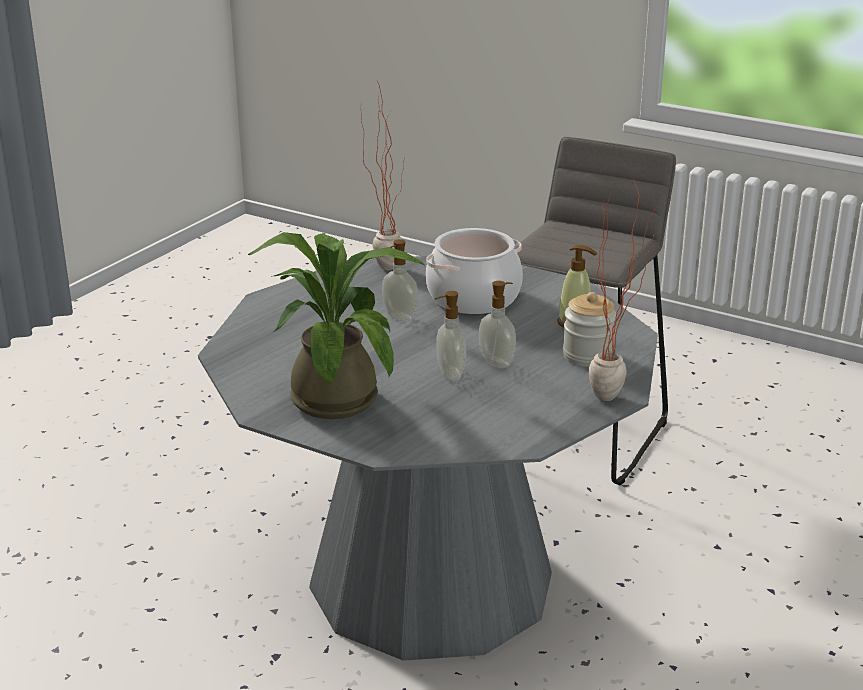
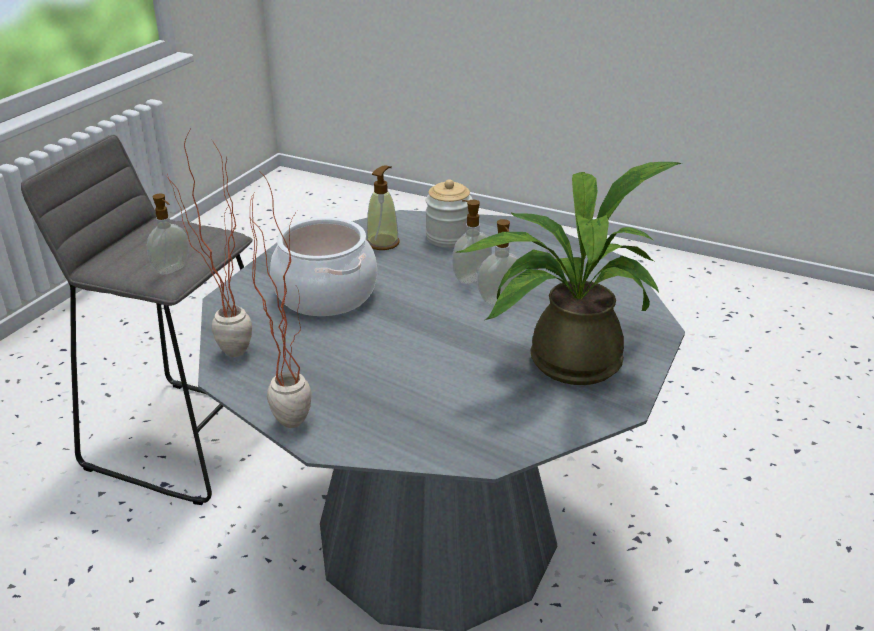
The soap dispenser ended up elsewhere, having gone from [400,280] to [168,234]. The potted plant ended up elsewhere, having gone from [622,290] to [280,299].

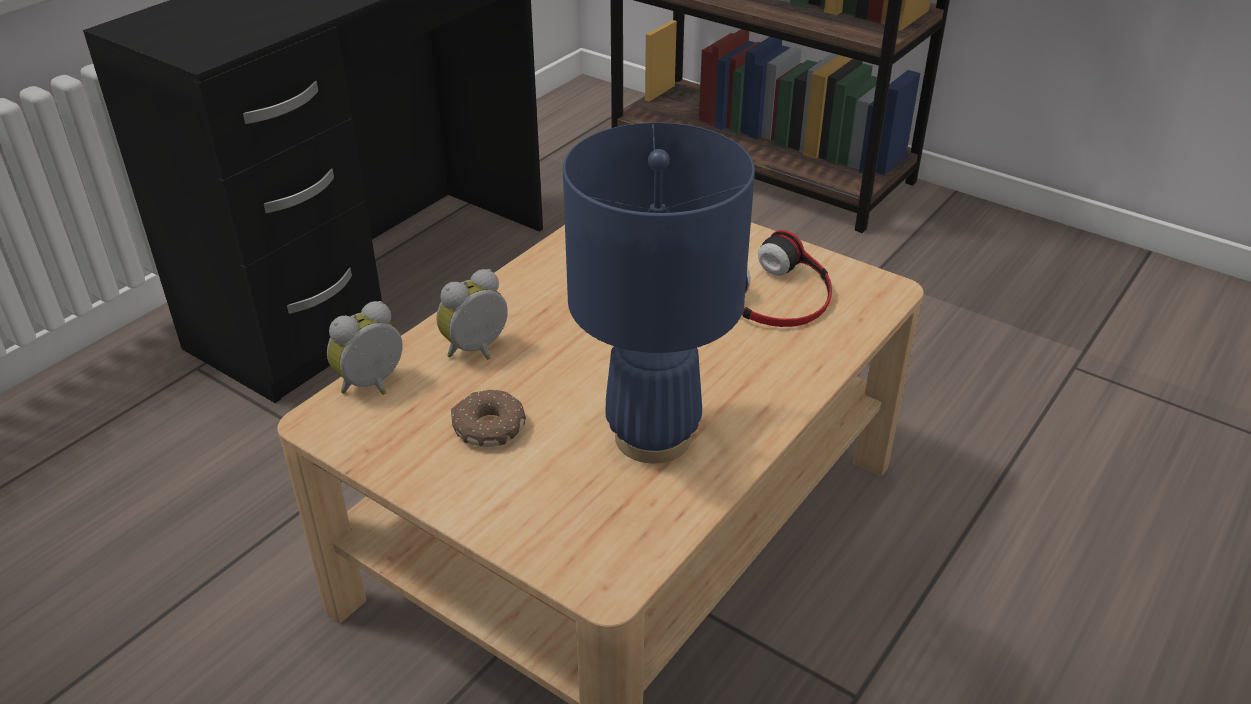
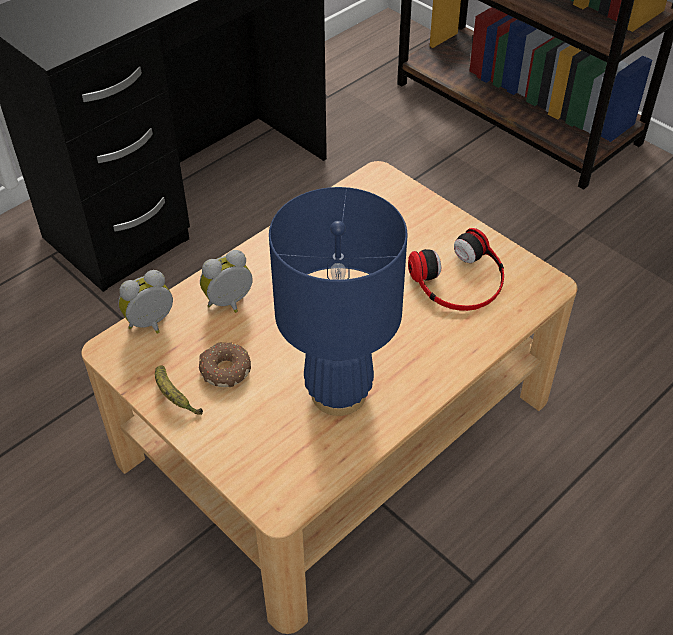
The second view gained the banana at [179,390].

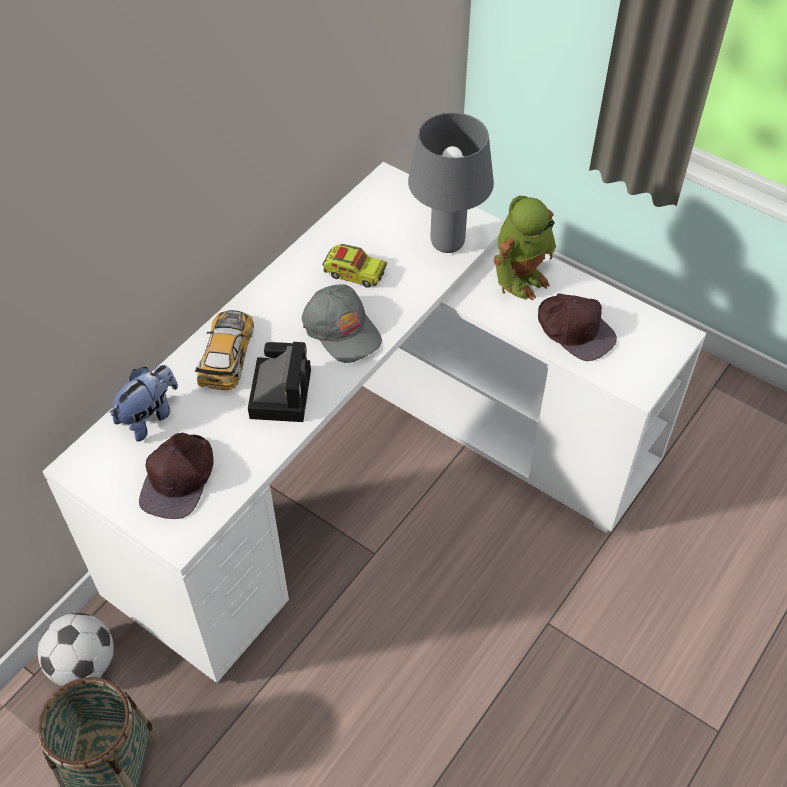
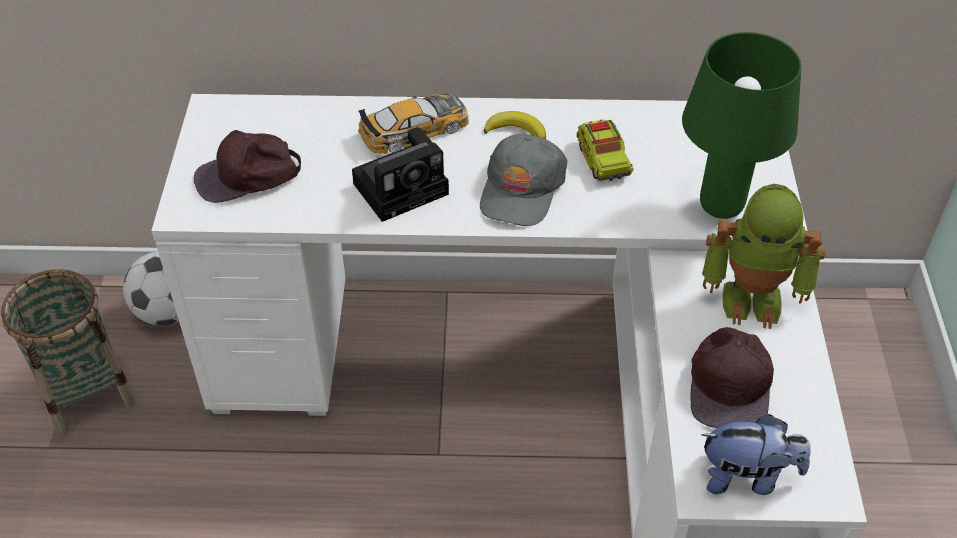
The second view gained the banana at [515,125]. The plush toy ended up elsewhere, having gone from [143,403] to [756,454]. What was the grey table lamp at [451,182] turned into the green table lamp at [741,125].

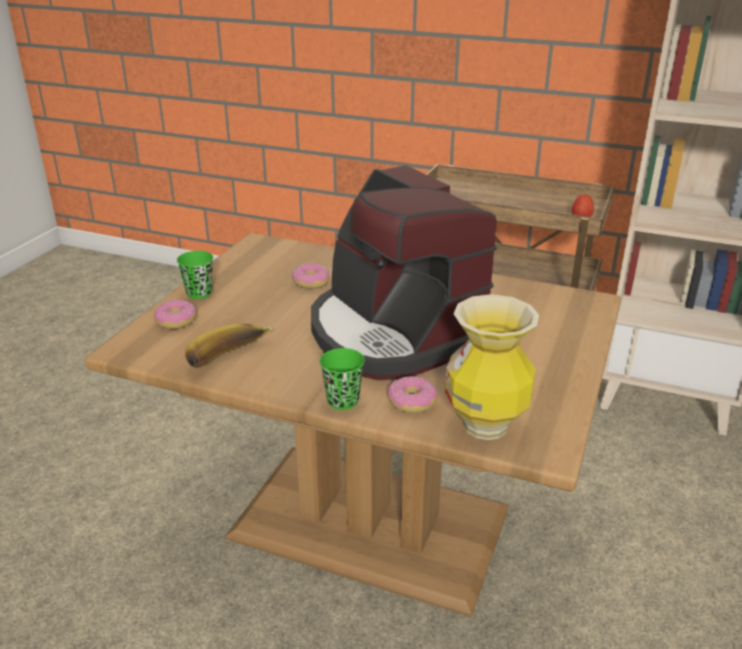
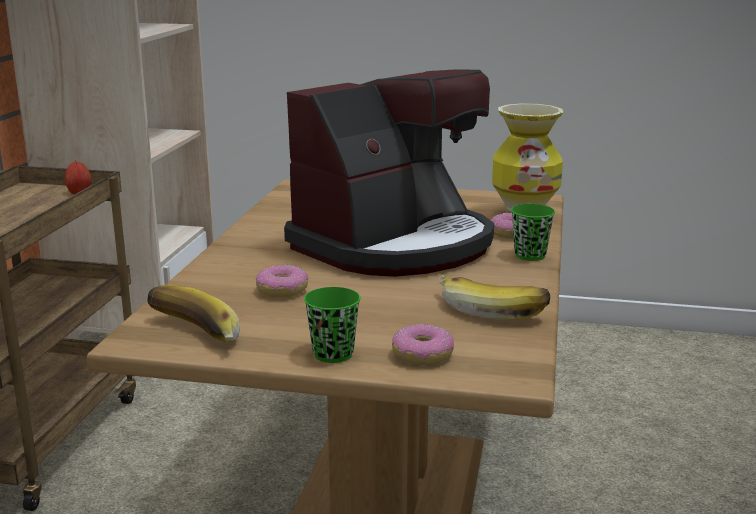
The second view gained the banana at [193,313].

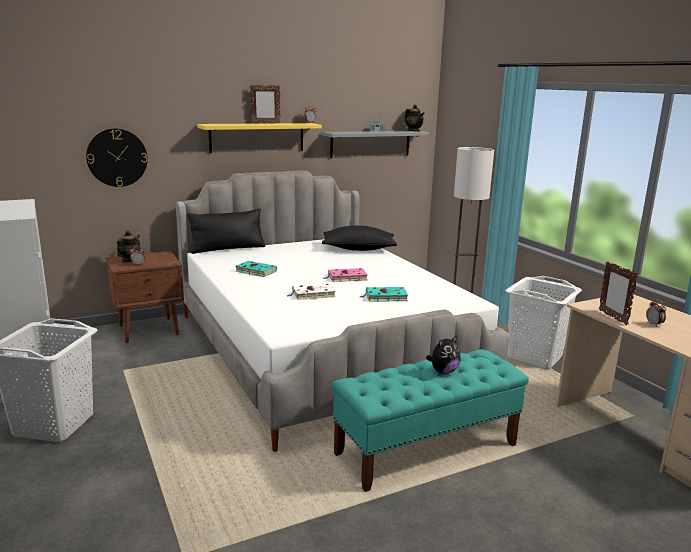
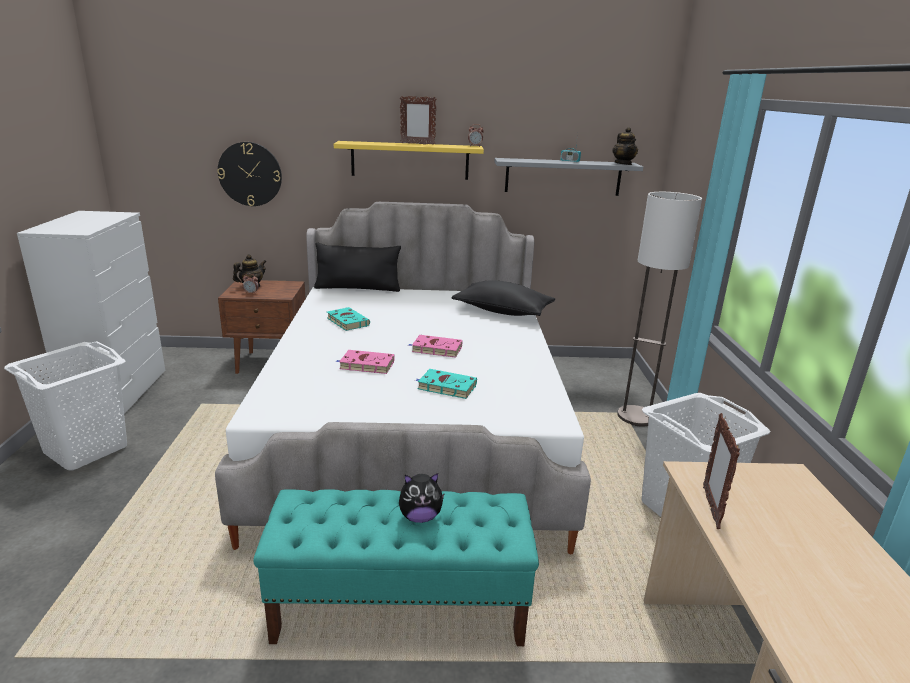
The second view lost the alarm clock at [656,313]. What was the white book at [310,291] turned into the pink book at [365,362].

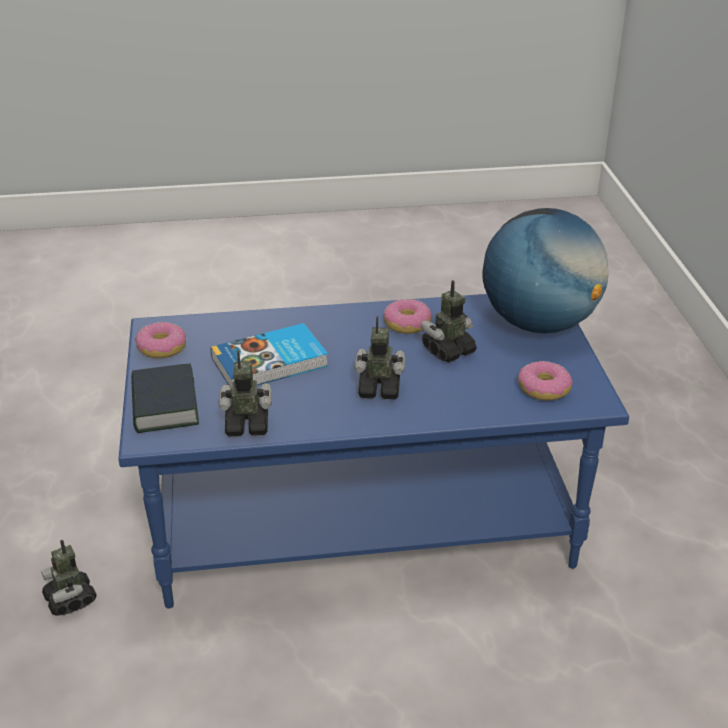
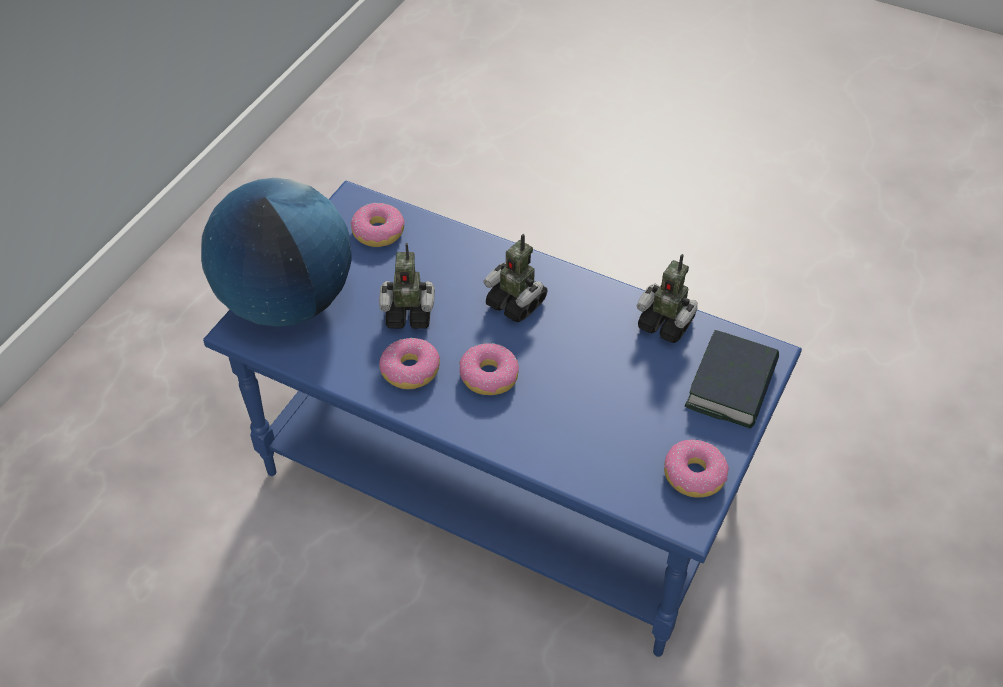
The second view lost the toy robot at [68,578]. The second view lost the book at [269,356]. The second view gained the donut at [489,369].

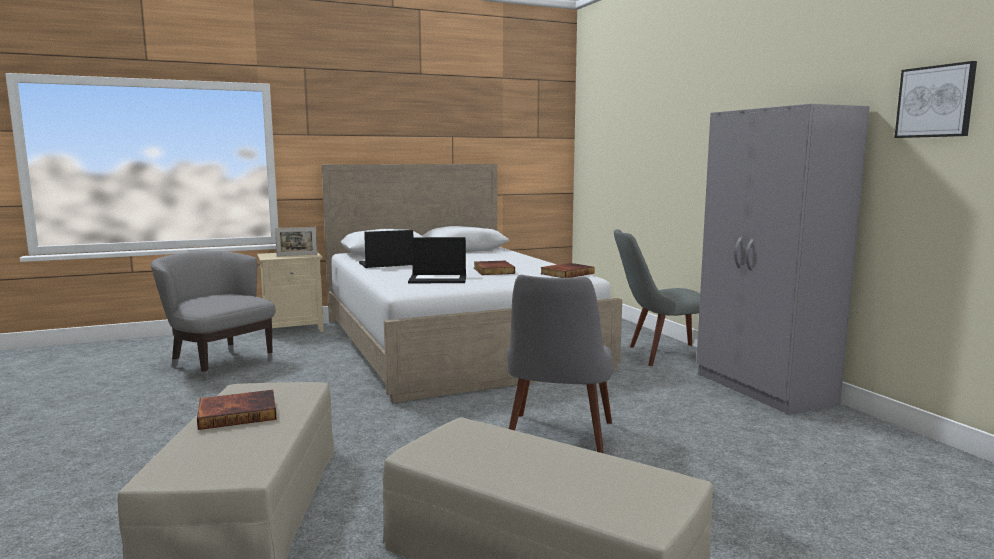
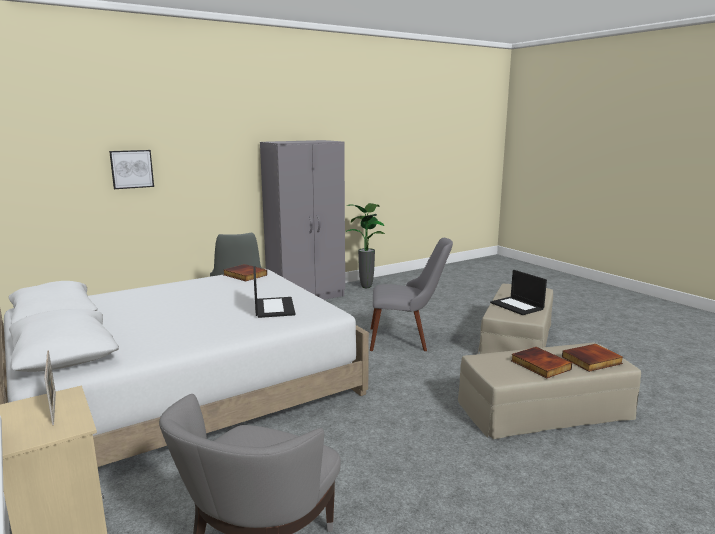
The second view gained the potted plant at [365,245]. The laptop ended up elsewhere, having gone from [386,249] to [518,292]. The book ended up elsewhere, having gone from [494,268] to [592,358]. The picture ended up elsewhere, having gone from [935,99] to [131,169].

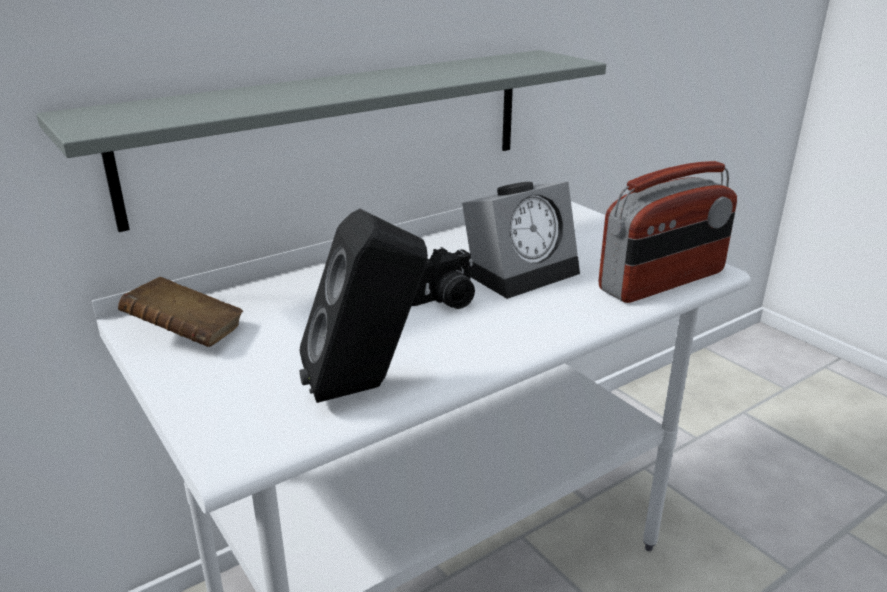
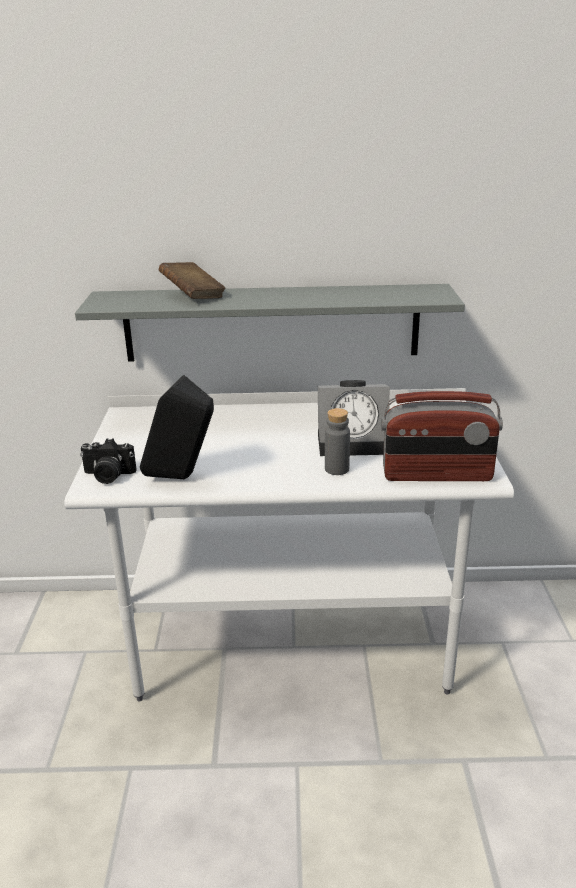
The second view gained the grey bottle at [337,441]. The brown book ended up elsewhere, having gone from [180,312] to [192,280]. The photo camera ended up elsewhere, having gone from [443,278] to [108,461].

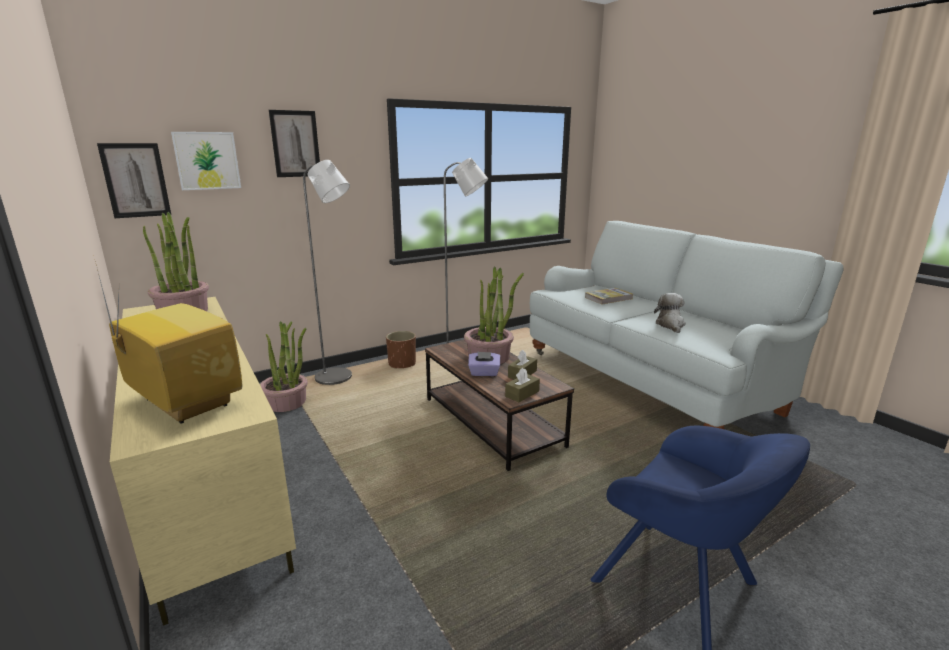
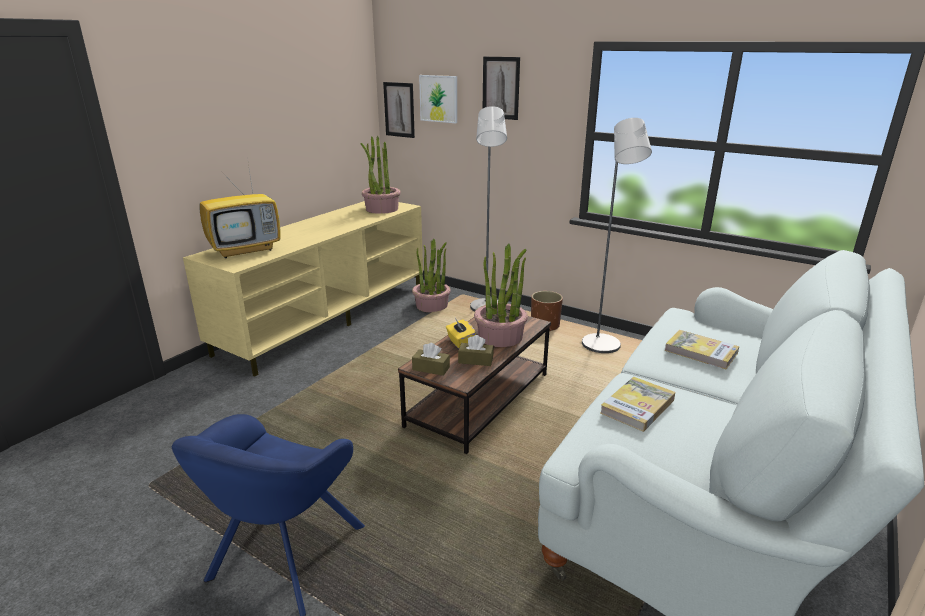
Where the plush toy stood at [669,313], the book came to stand at [637,404]. What was the purple tissue box at [484,364] turned into the yellow tissue box at [461,333]. The television at [168,342] ended up facing another way, 45 degrees clockwise from before.

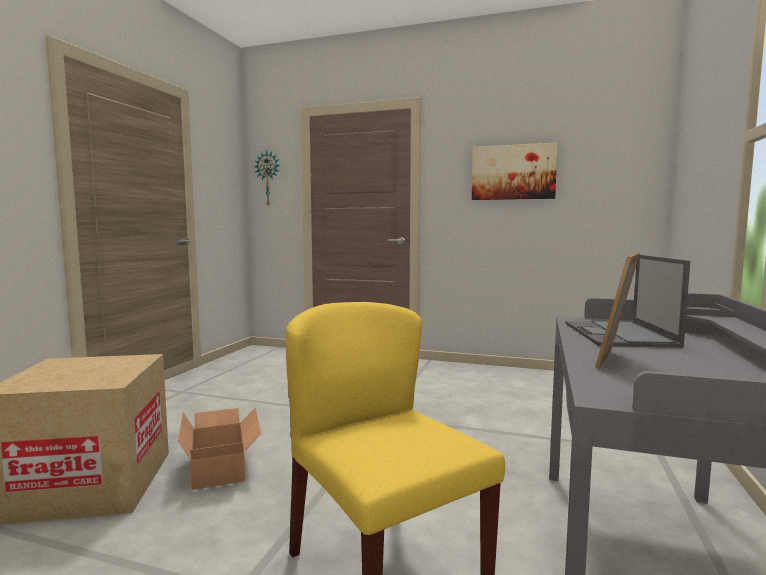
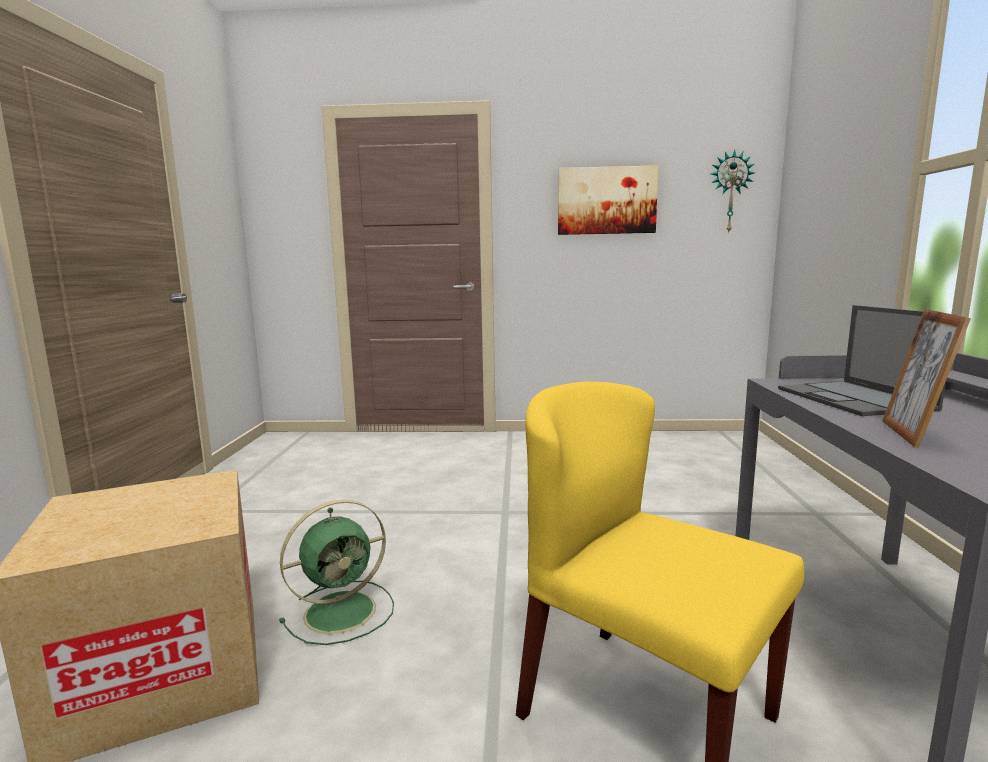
The wall clock ended up elsewhere, having gone from [267,177] to [733,192]. Where the cardboard box stood at [219,448], the green fan came to stand at [336,572].

